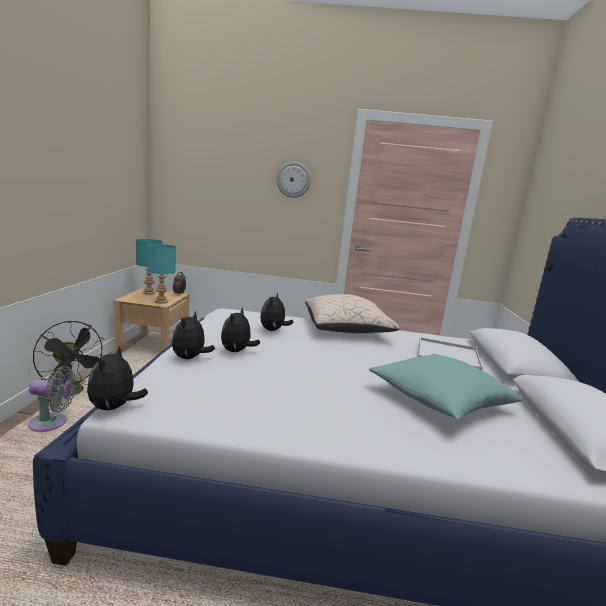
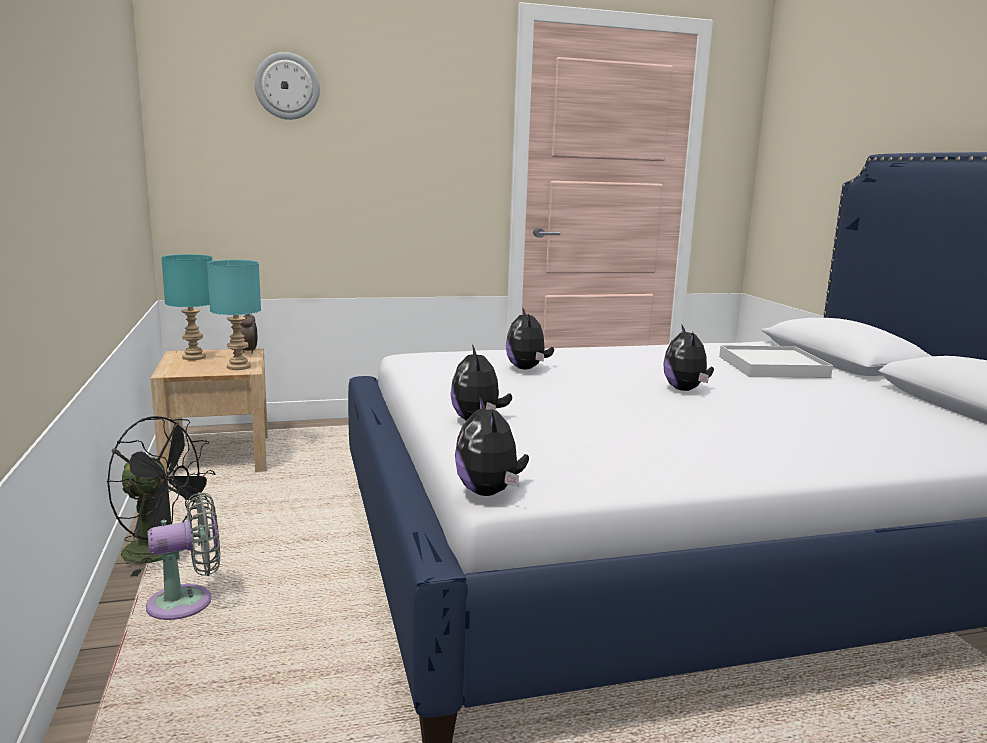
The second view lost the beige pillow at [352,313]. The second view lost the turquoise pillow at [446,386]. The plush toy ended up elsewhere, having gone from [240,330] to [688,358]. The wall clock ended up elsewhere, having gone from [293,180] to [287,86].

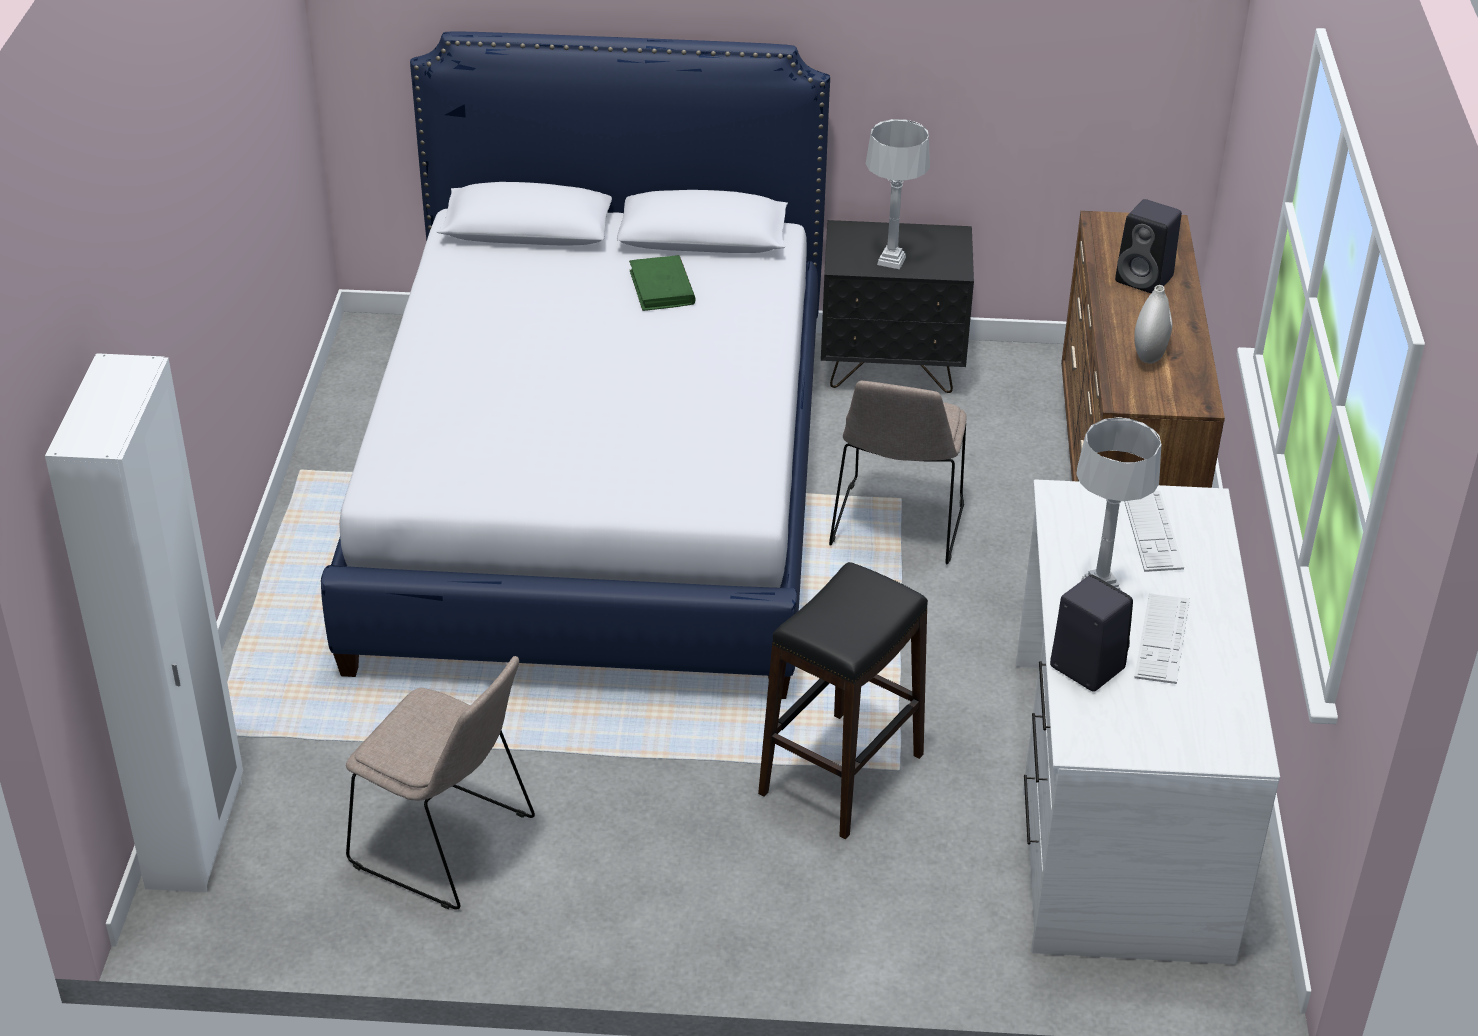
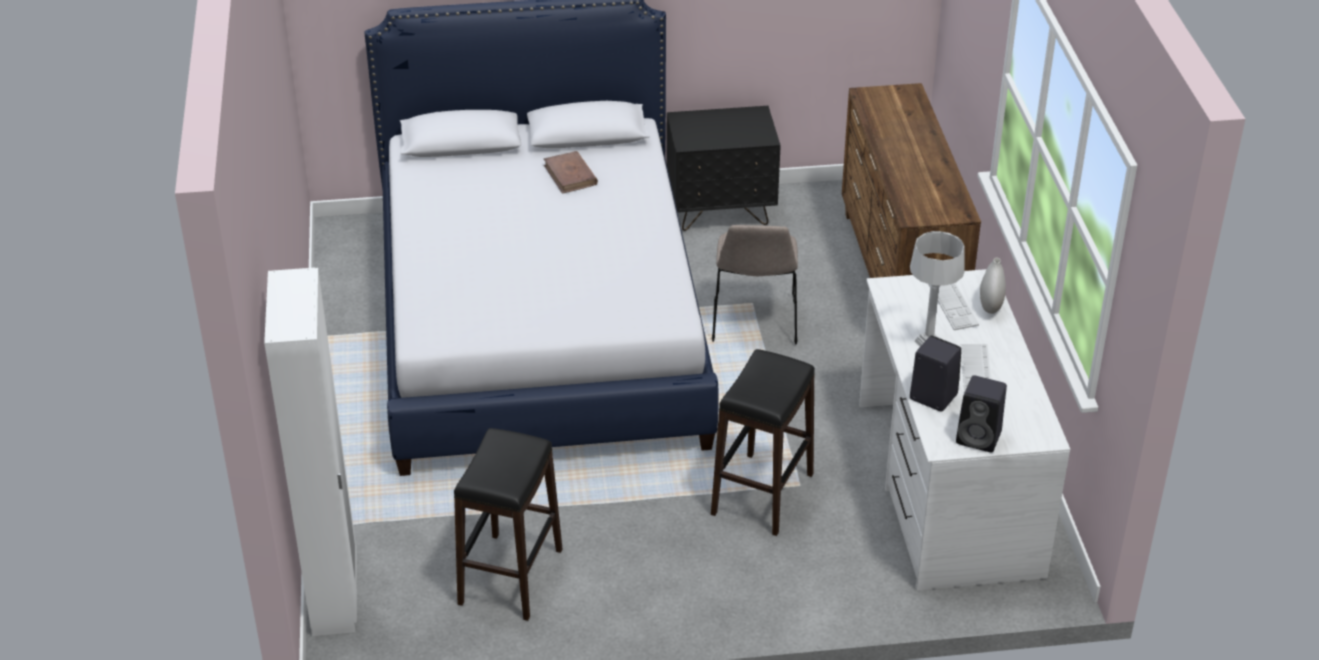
The second view lost the grey table lamp at [898,194]. The black speaker ended up elsewhere, having gone from [1148,246] to [981,413]. The white vase ended up elsewhere, having gone from [1153,324] to [993,285]. Where the beige chair stood at [440,783], the black stool came to stand at [508,524]. What was the green book at [662,283] turned into the brown book at [571,172].

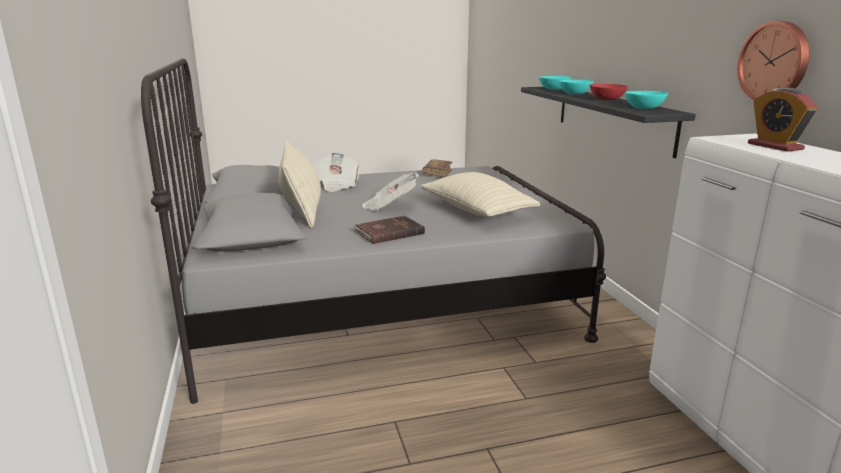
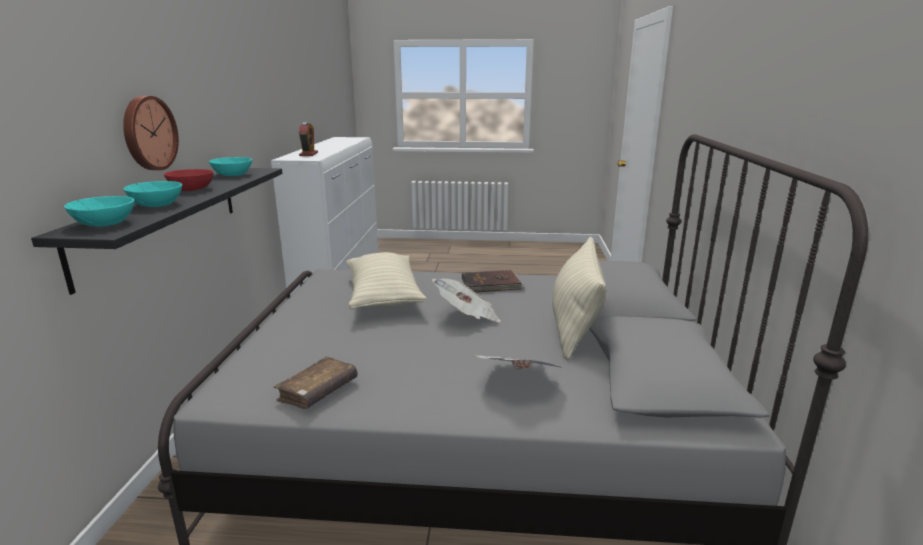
The wall clock ended up elsewhere, having gone from [773,60] to [151,133].

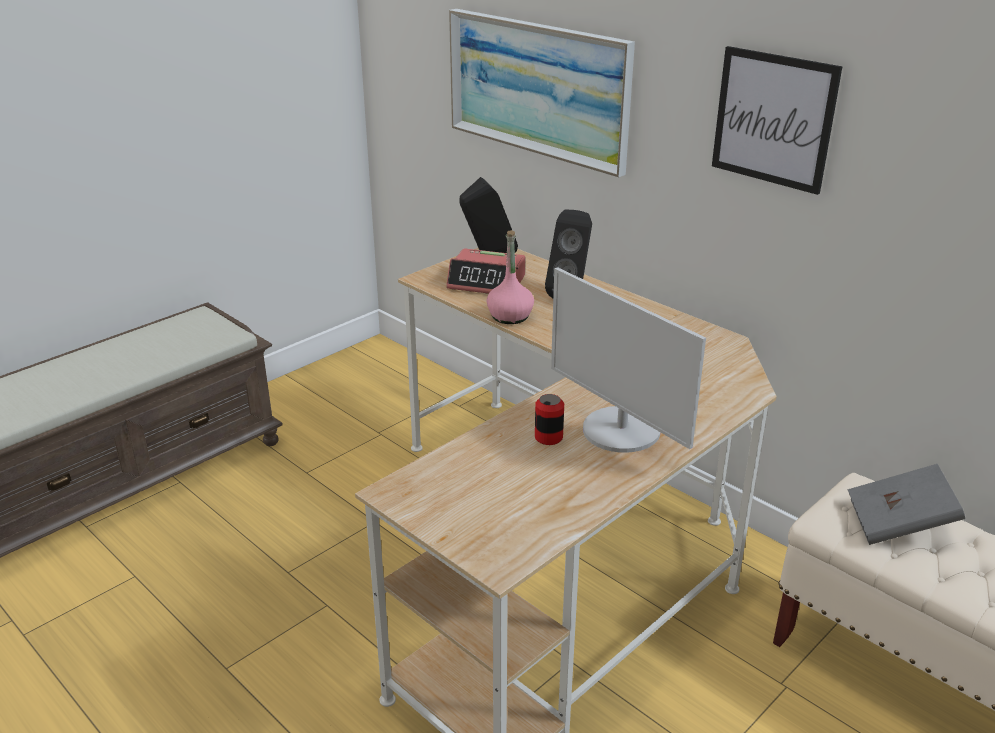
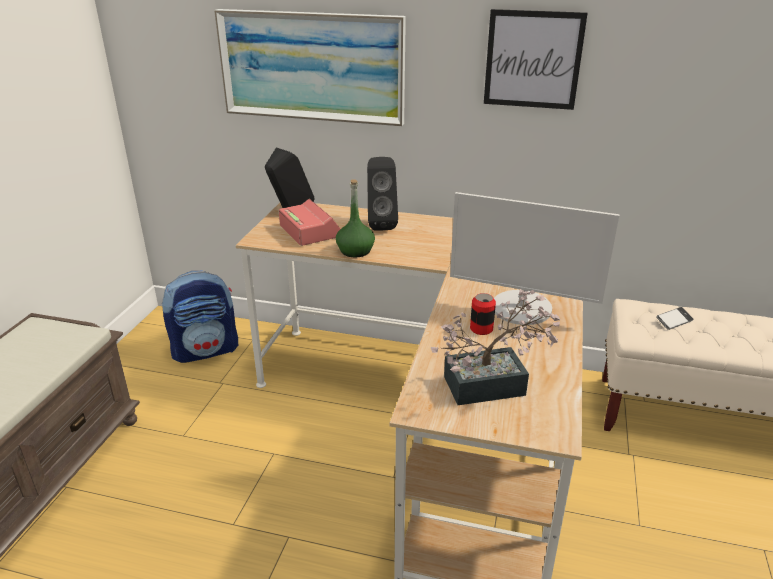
The second view gained the backpack at [200,317]. The second view gained the potted plant at [495,347]. Where the grey book stood at [906,504], the phone came to stand at [675,318]. What was the pink bottle at [510,277] turned into the green bottle at [355,218]. The alarm clock at [485,271] ended up facing another way, 105 degrees counterclockwise from before.

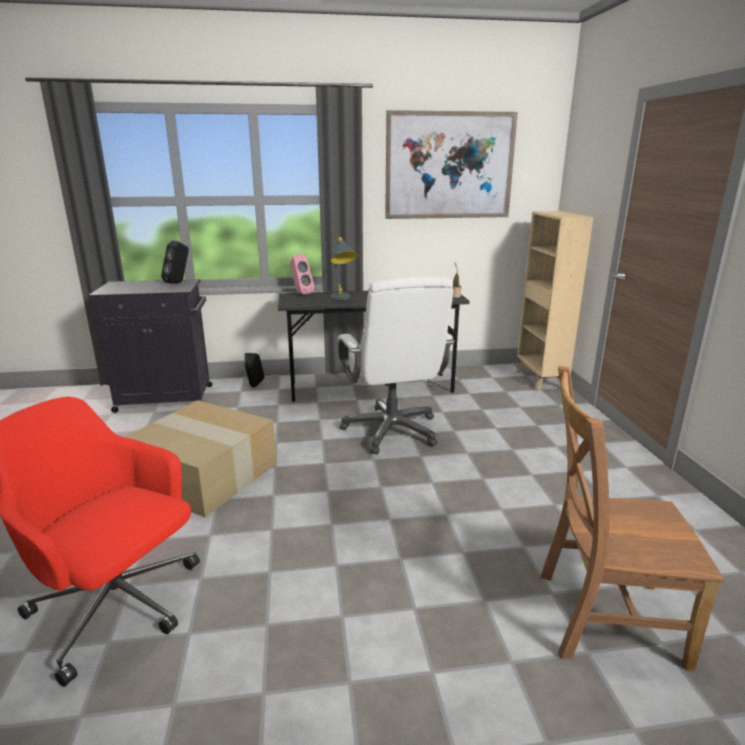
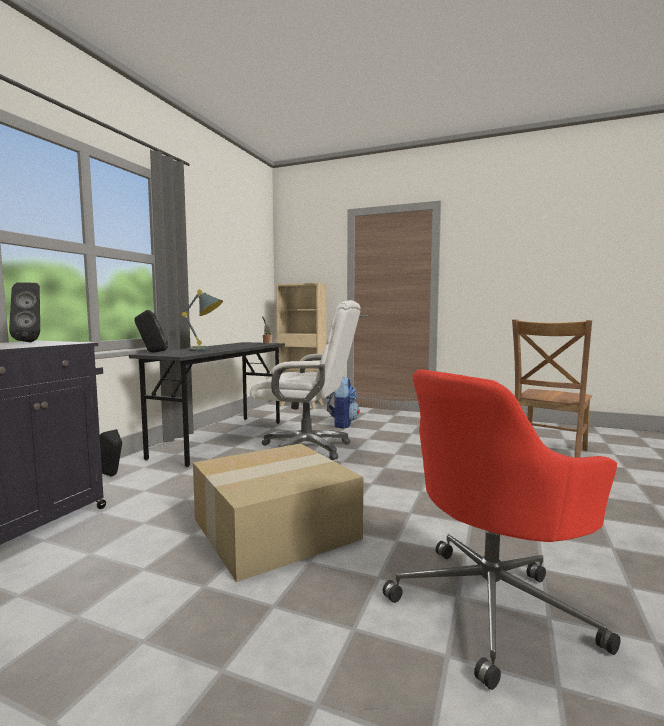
The second view lost the picture at [451,164]. The second view gained the backpack at [343,402]. What was the pink speaker at [302,274] turned into the black speaker at [151,331].

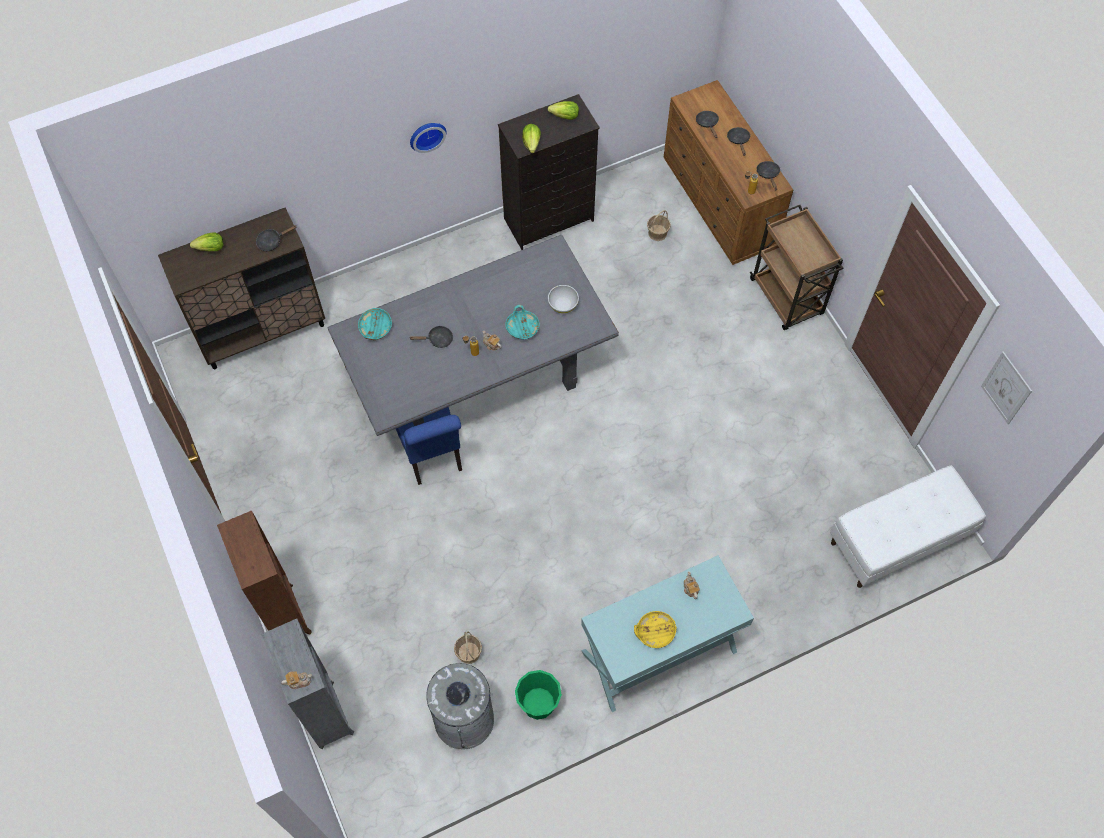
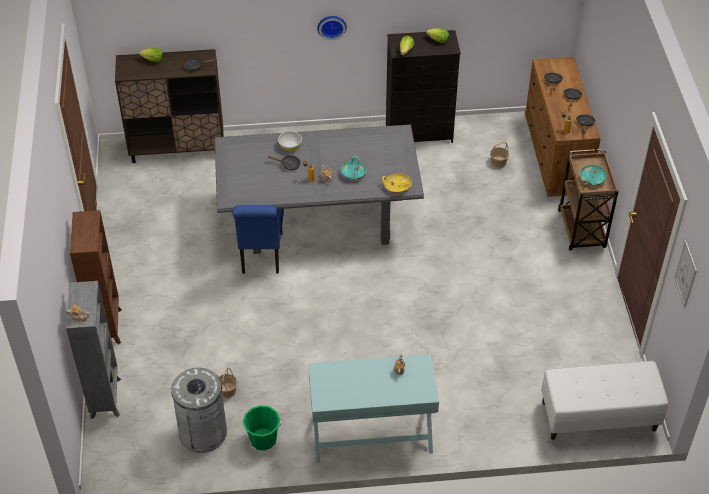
The turquoise bowl ended up elsewhere, having gone from [375,324] to [593,175]. The white bowl ended up elsewhere, having gone from [563,299] to [290,141]. The yellow bowl ended up elsewhere, having gone from [655,629] to [397,183].

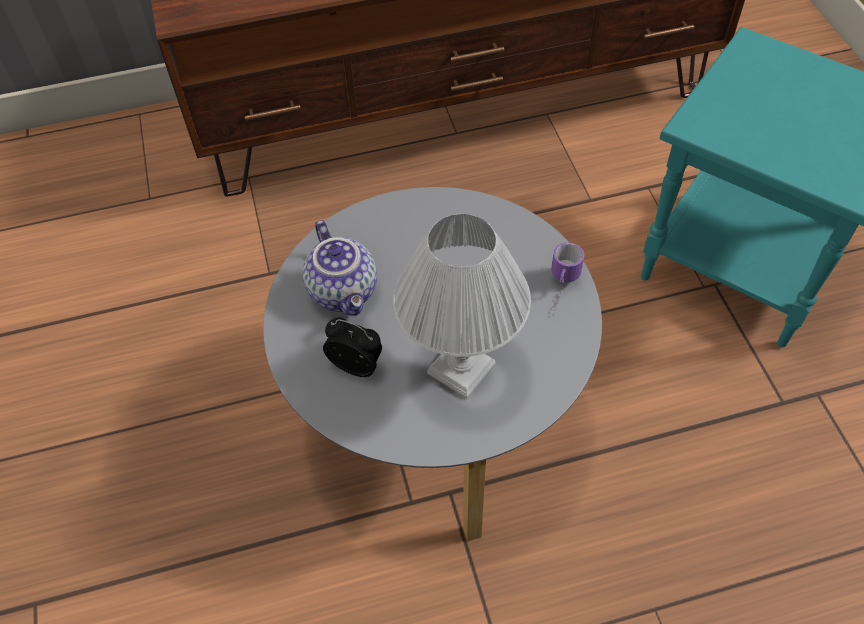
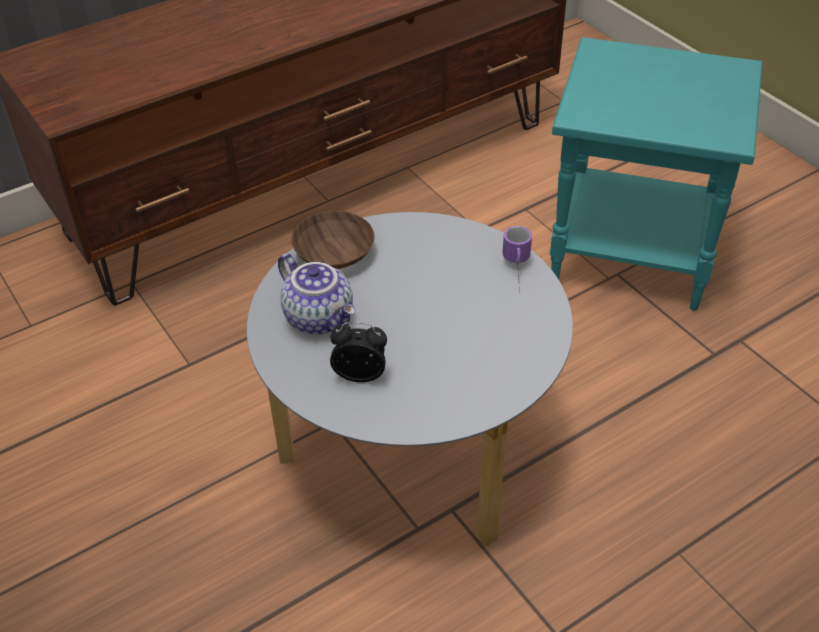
The second view lost the white table lamp at [462,306]. The second view gained the brown bowl at [333,240].

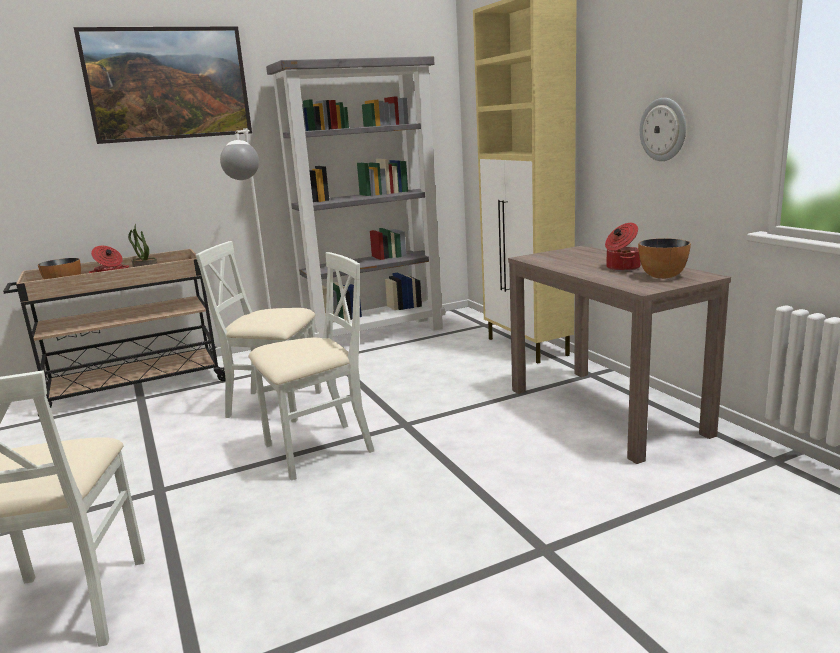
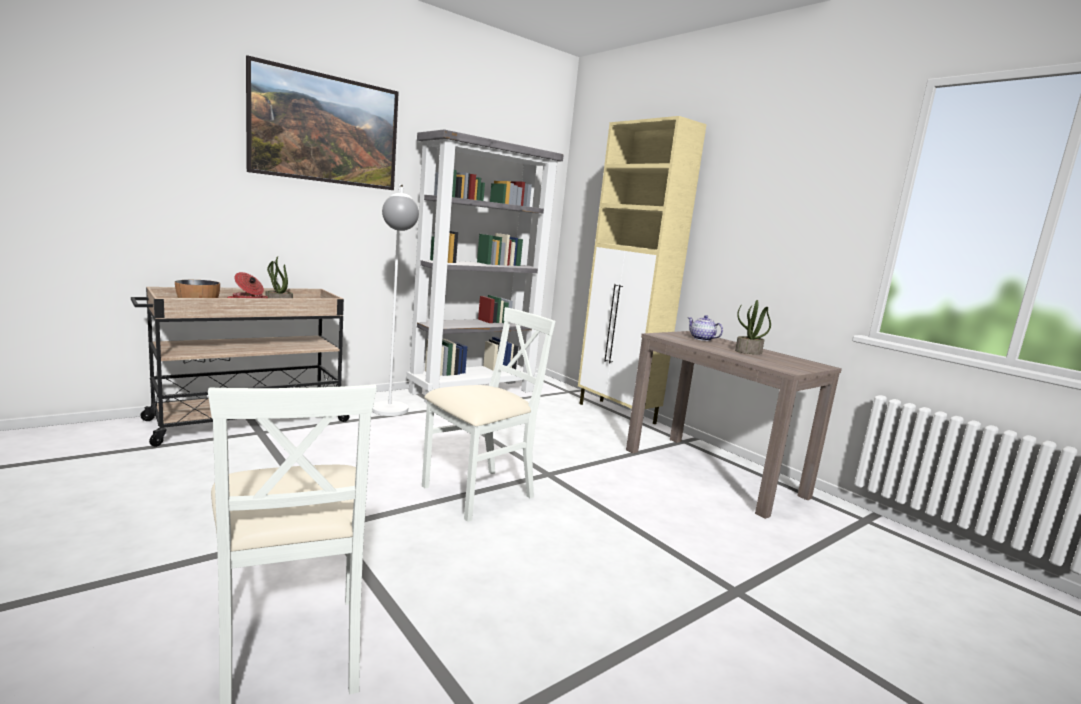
The second view lost the white chair at [259,331]. The second view lost the bowl at [664,258]. The second view lost the wall clock at [663,129]. The second view gained the teapot at [705,328]. Where the cooking pot stood at [623,247], the potted plant came to stand at [753,327].

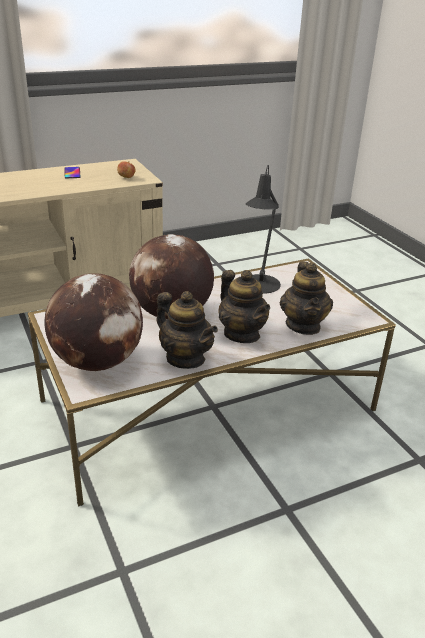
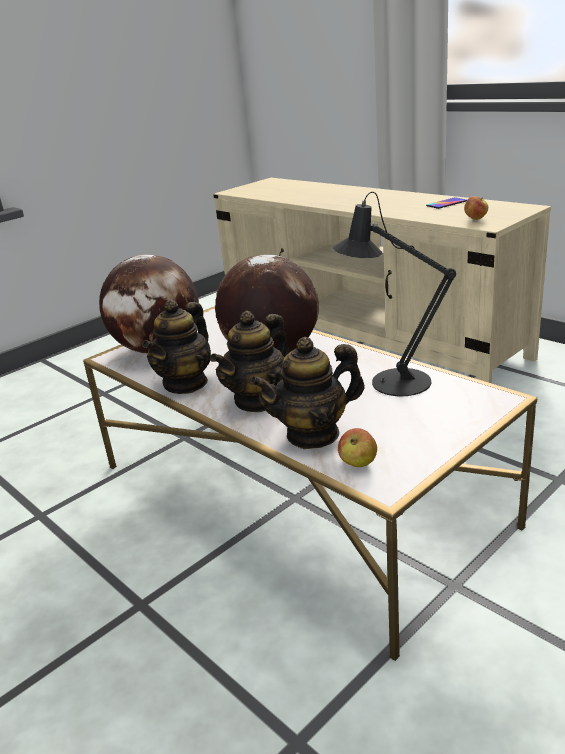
The second view gained the apple at [357,447].

